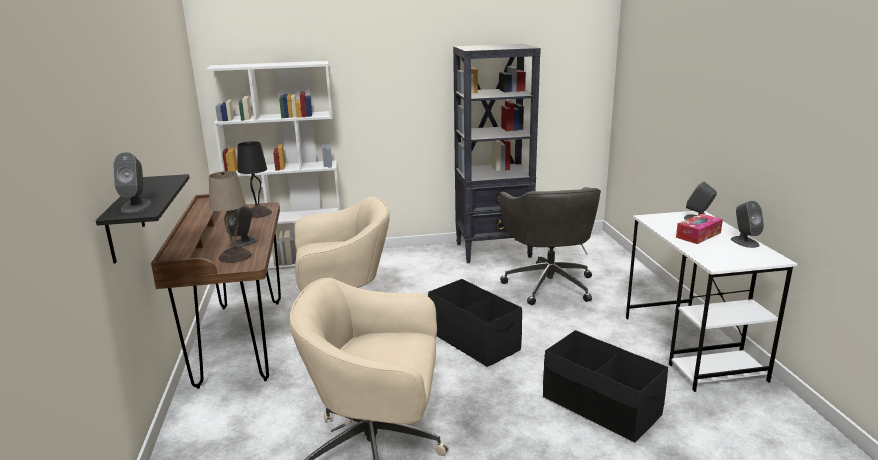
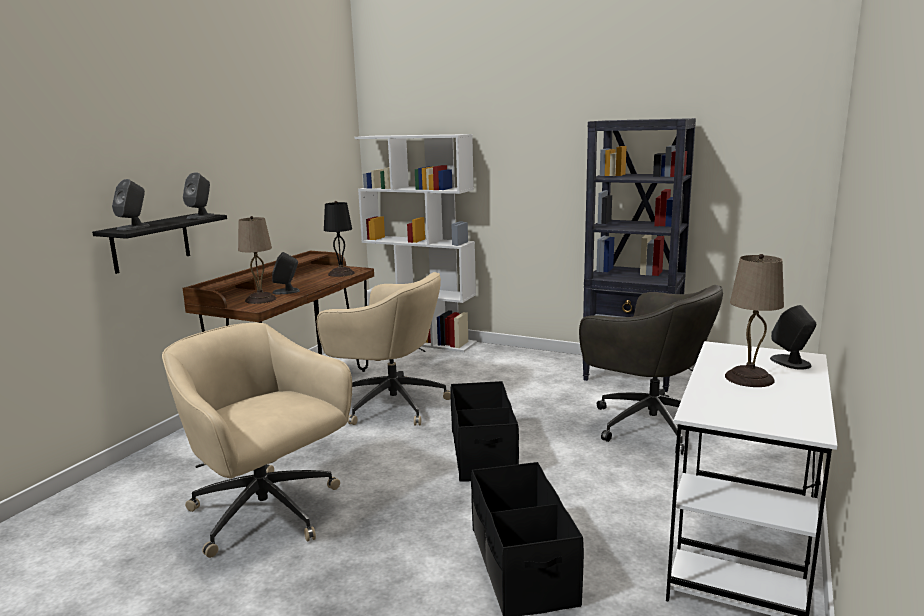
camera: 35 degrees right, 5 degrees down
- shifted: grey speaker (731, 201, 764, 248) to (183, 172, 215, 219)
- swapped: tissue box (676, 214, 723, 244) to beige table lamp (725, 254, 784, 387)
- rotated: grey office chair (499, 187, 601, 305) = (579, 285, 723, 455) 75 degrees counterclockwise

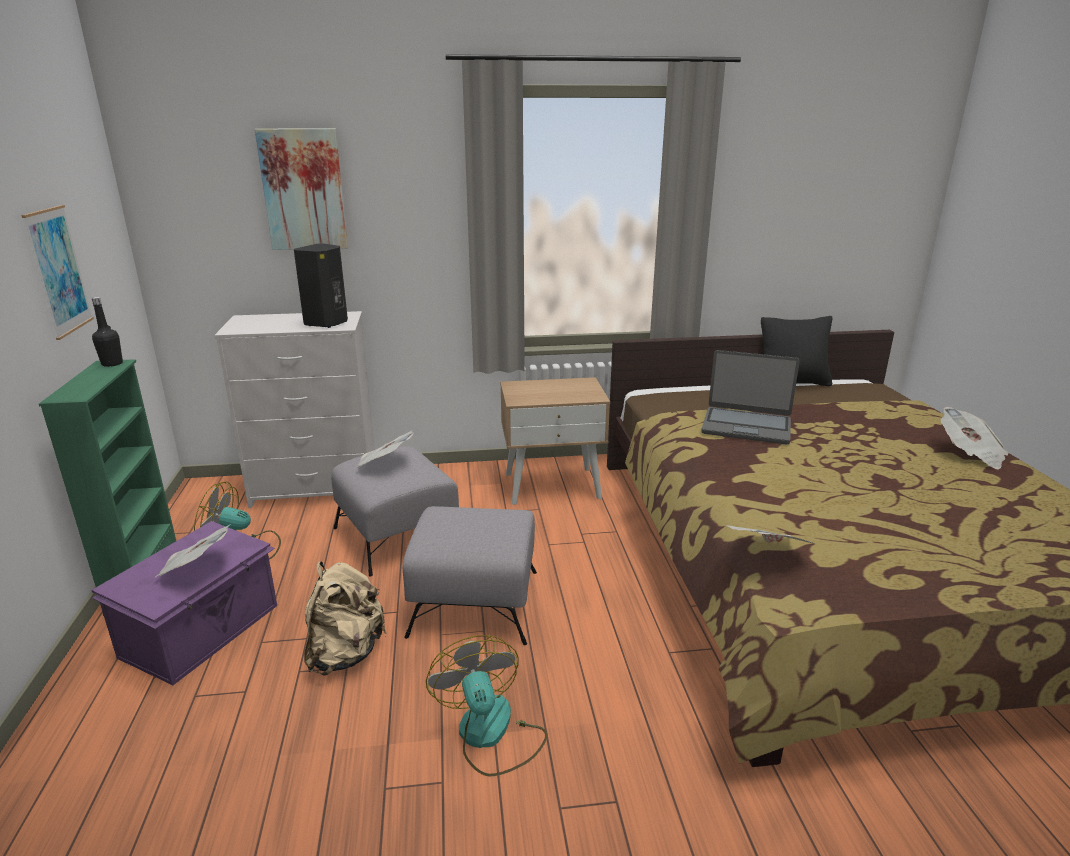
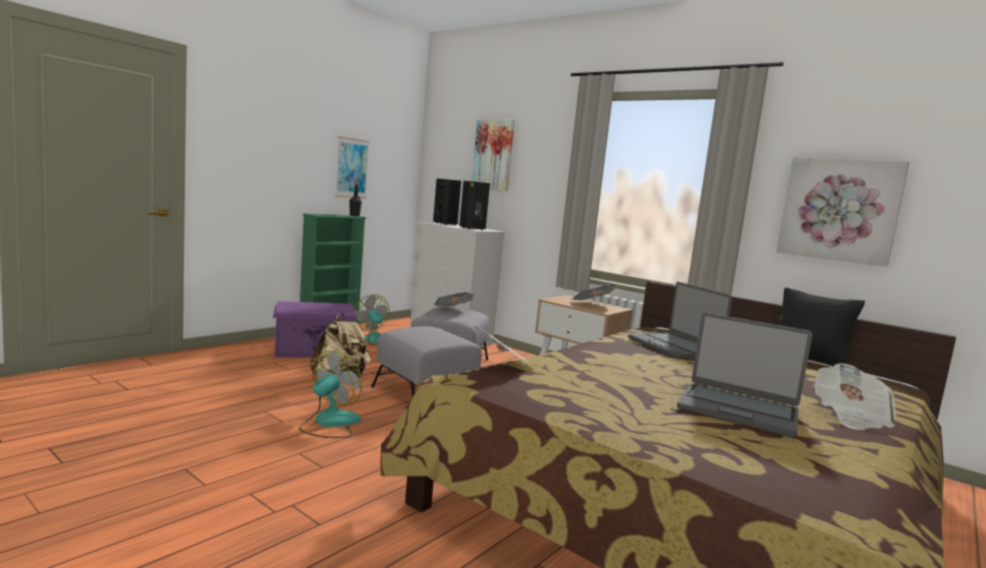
camera: 45 degrees right, 15 degrees down
- new: black speaker (433, 179, 461, 225)
- new: laptop (677, 312, 812, 438)
- new: picture (776, 157, 909, 267)
- shifted: newspaper (154, 524, 231, 578) to (572, 284, 617, 300)

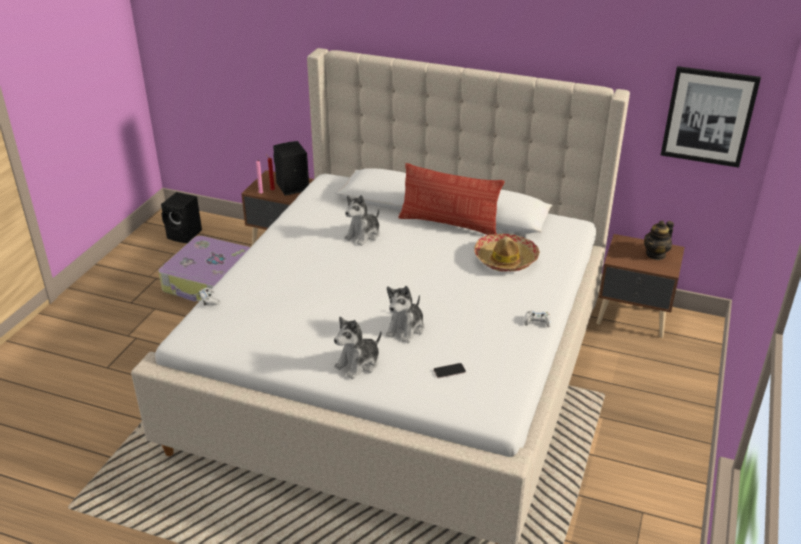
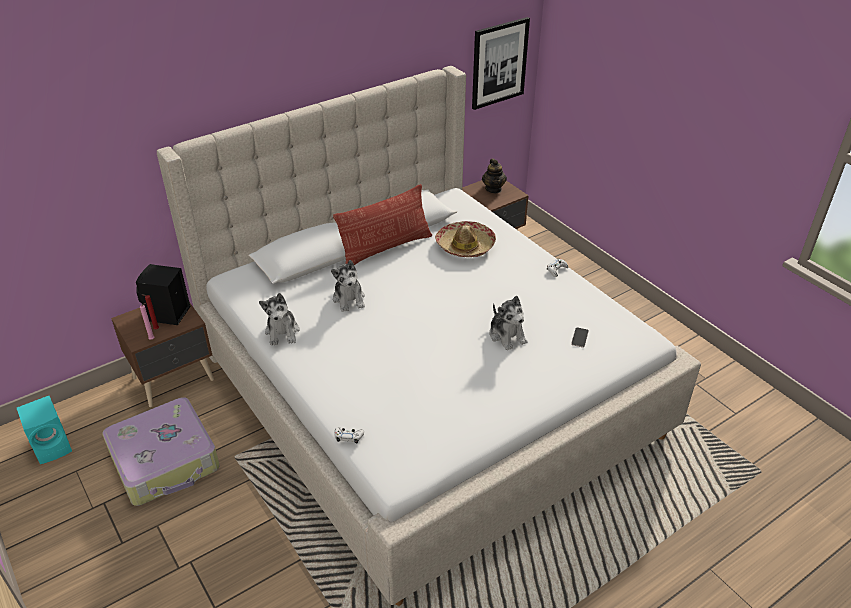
camera: 55 degrees left, 5 degrees up
- shifted: plush toy (334, 317, 381, 379) to (259, 293, 300, 346)
- repainted: black speaker (161, 192, 202, 243) to turquoise speaker (17, 396, 72, 464)

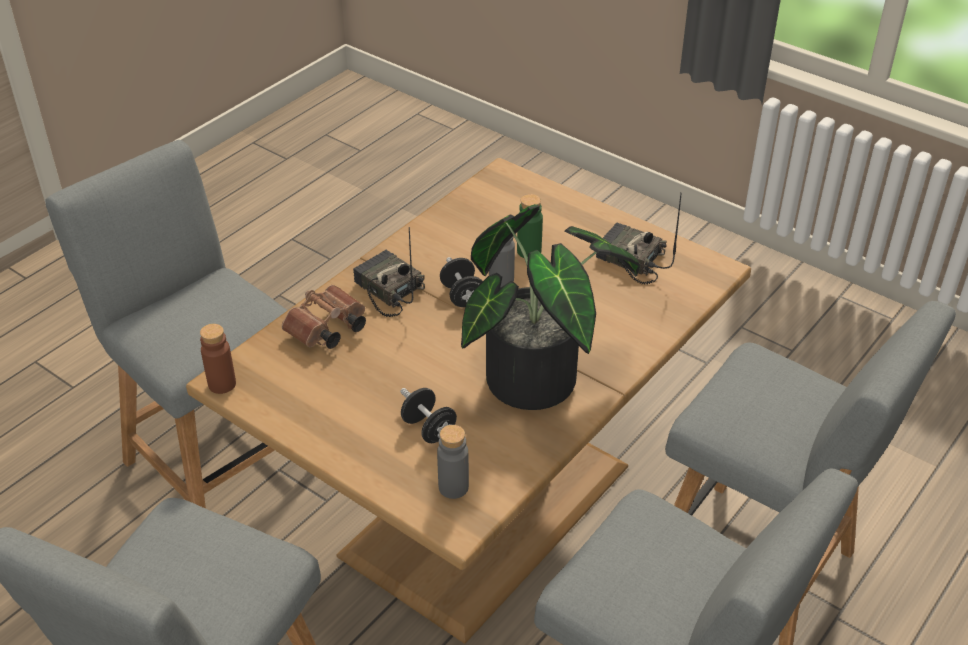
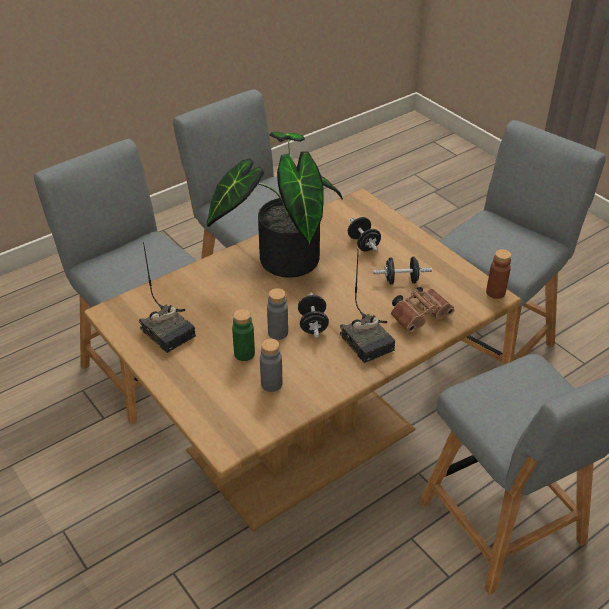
camera: 165 degrees left, 0 degrees up
- new: black dumbbell (373, 257, 432, 285)
- shifted: grey bottle (437, 425, 469, 499) to (260, 339, 282, 392)

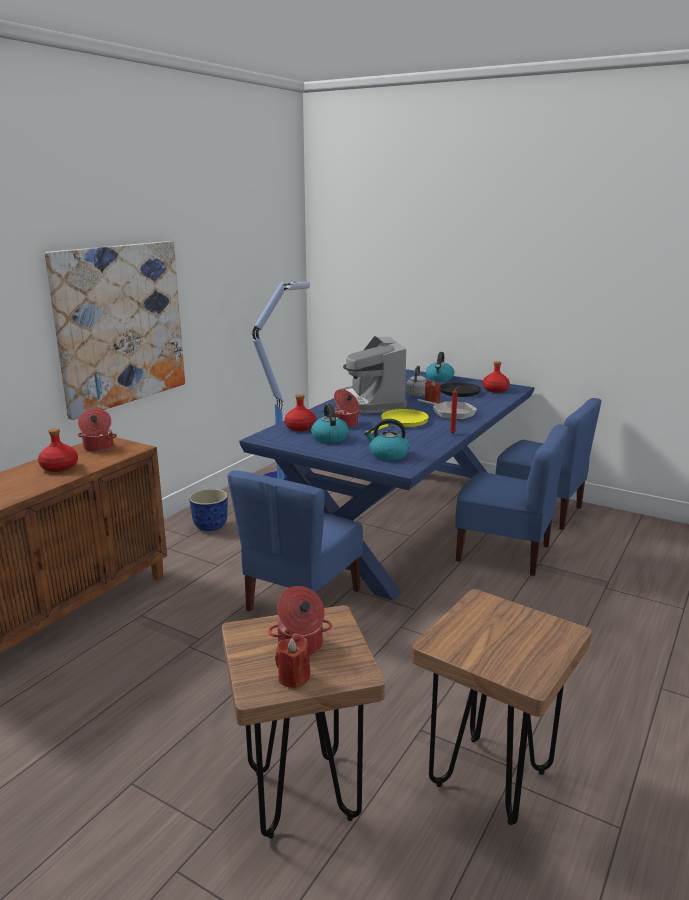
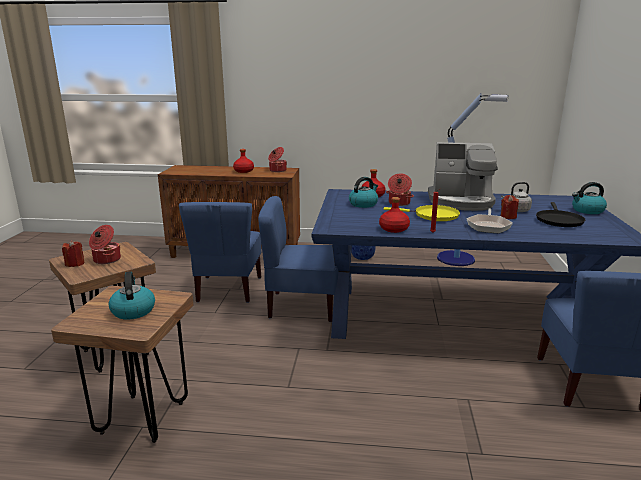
camera: 65 degrees right, 0 degrees up
- gone: picture (45, 241, 185, 420)
- shifted: kettle (364, 419, 409, 461) to (109, 271, 155, 320)
- shifted: blue chair (456, 424, 569, 576) to (179, 202, 261, 303)
- shifted: red bottle (482, 361, 510, 393) to (379, 197, 410, 233)
- rotated: coffee machine (335, 336, 407, 414) = (428, 142, 498, 211) 135 degrees counterclockwise

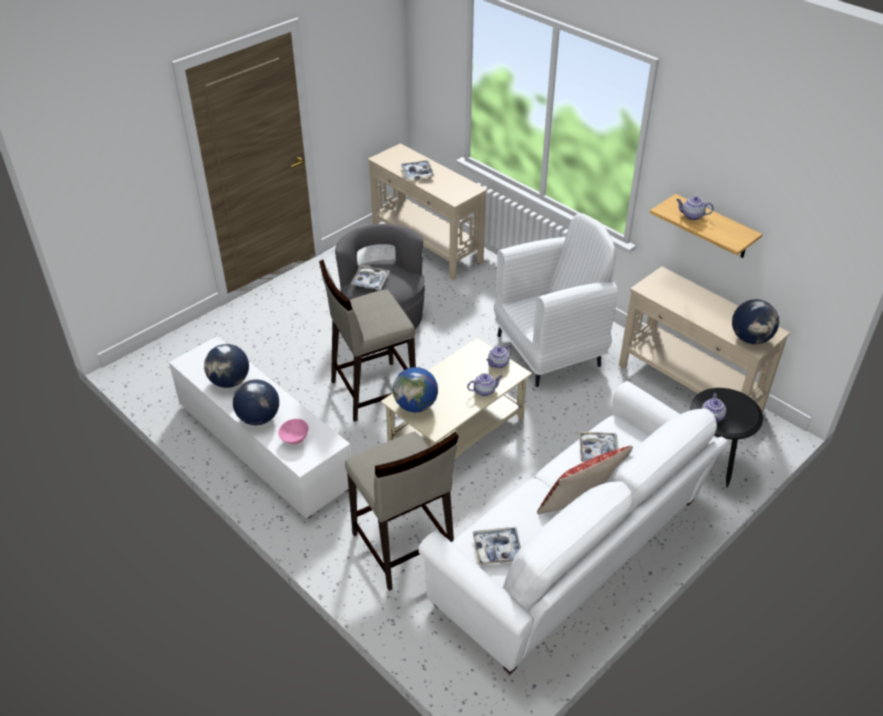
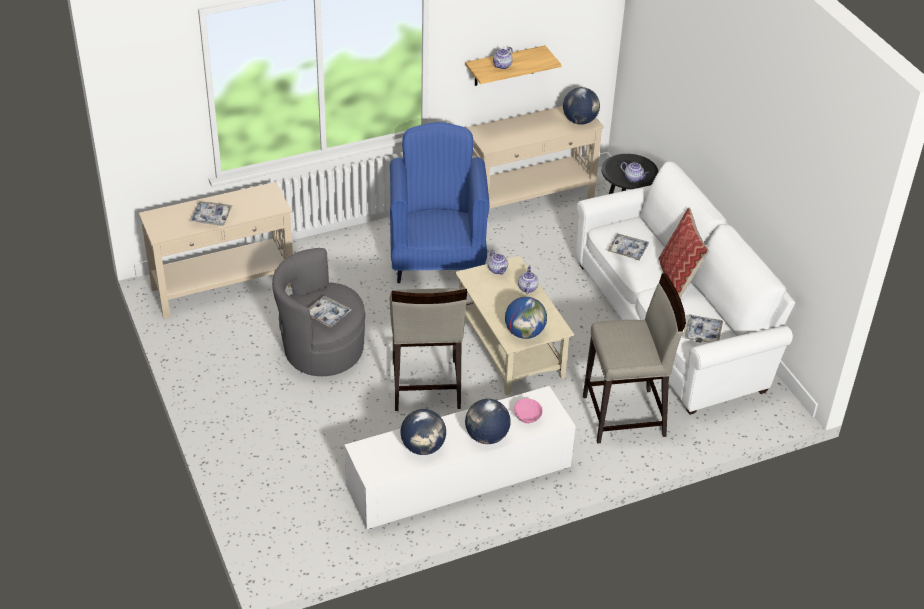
camera: 70 degrees left, 0 degrees up
- repainted: white armchair (494, 213, 618, 387) to blue armchair (390, 122, 490, 283)

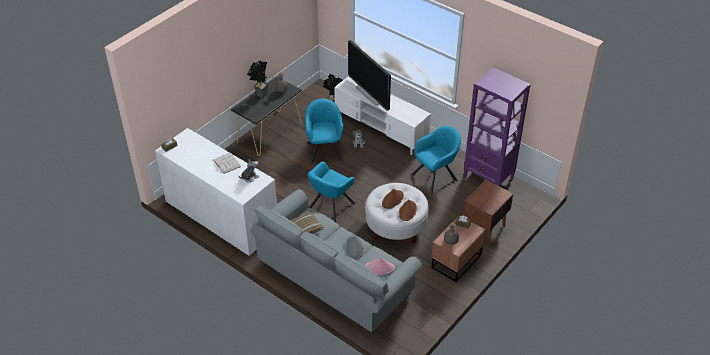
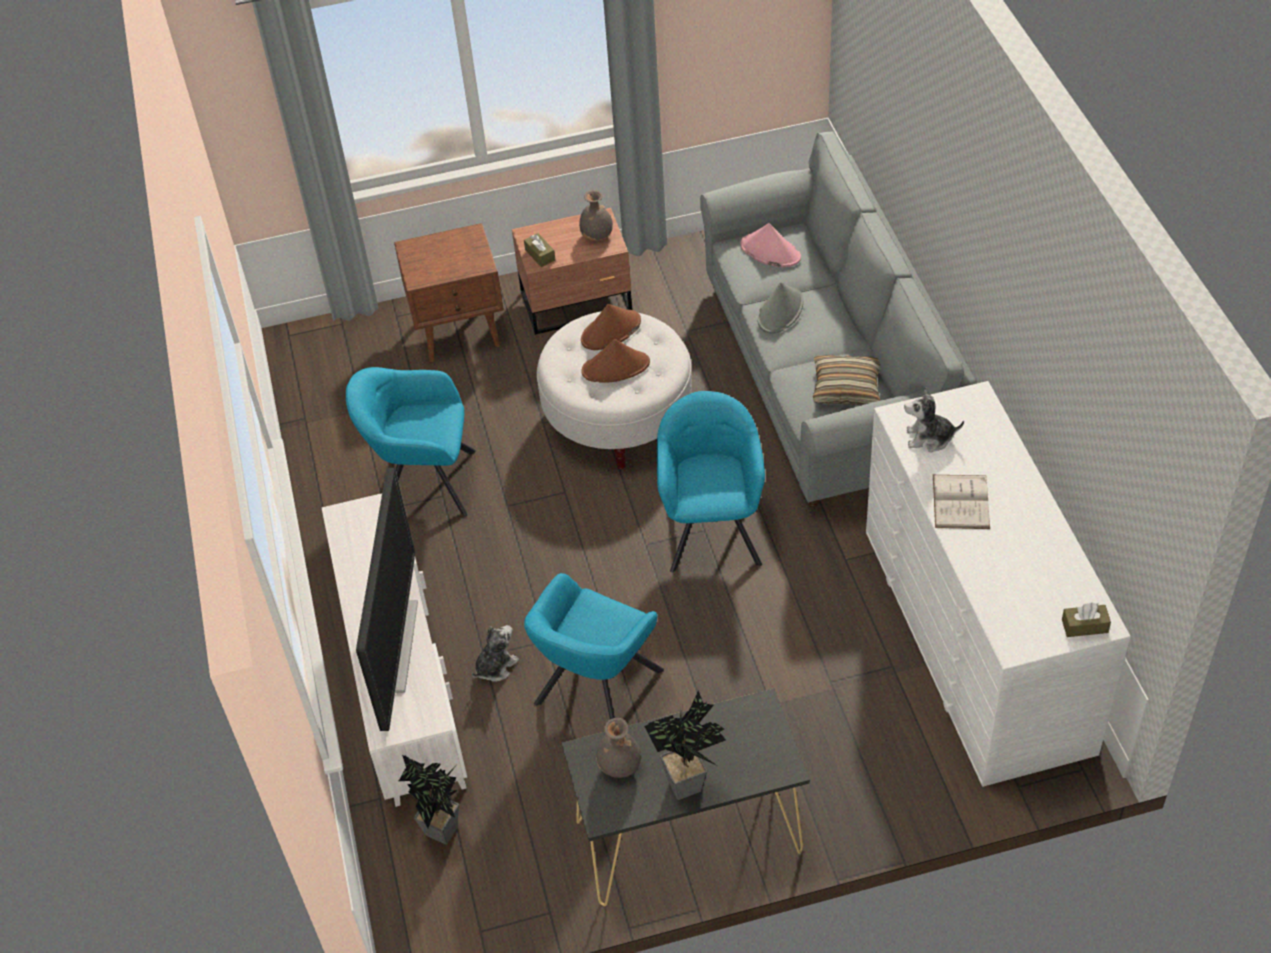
camera: 140 degrees left, 5 degrees up
- gone: purple bookcase (464, 67, 531, 187)
- rotated: turquoise armchair (308, 161, 356, 222) = (657, 391, 765, 573) 75 degrees counterclockwise

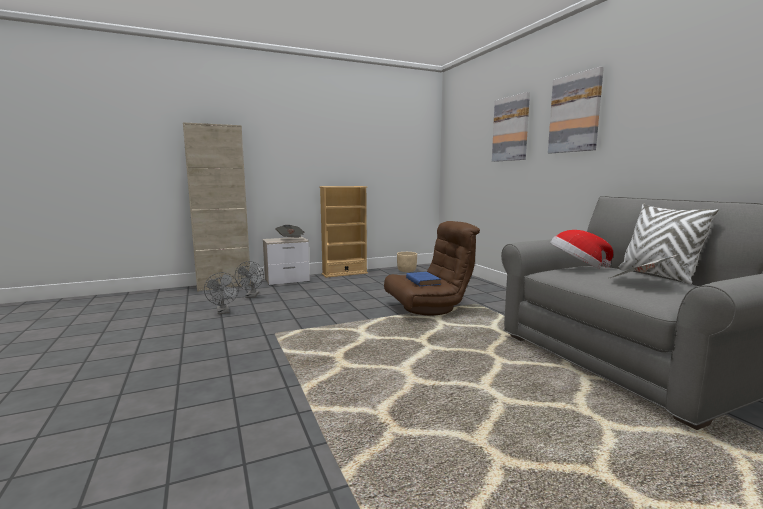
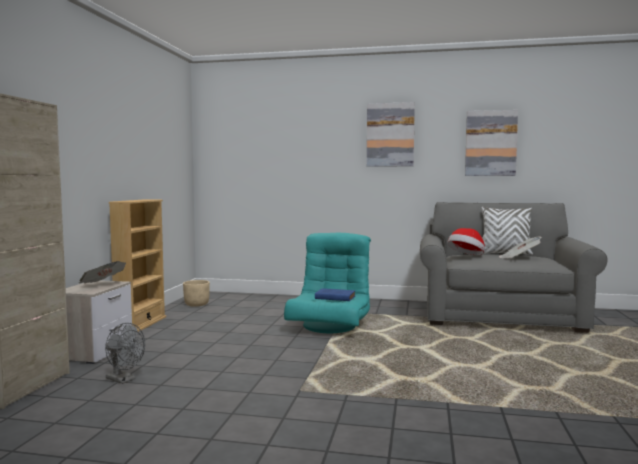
camera: 55 degrees left, 5 degrees down
- gone: grey fan (204, 272, 239, 314)
- shifted: picture (492, 92, 530, 162) to (465, 110, 518, 176)
- repainted: brown armchair (384, 221, 480, 315) to turquoise armchair (284, 233, 371, 333)

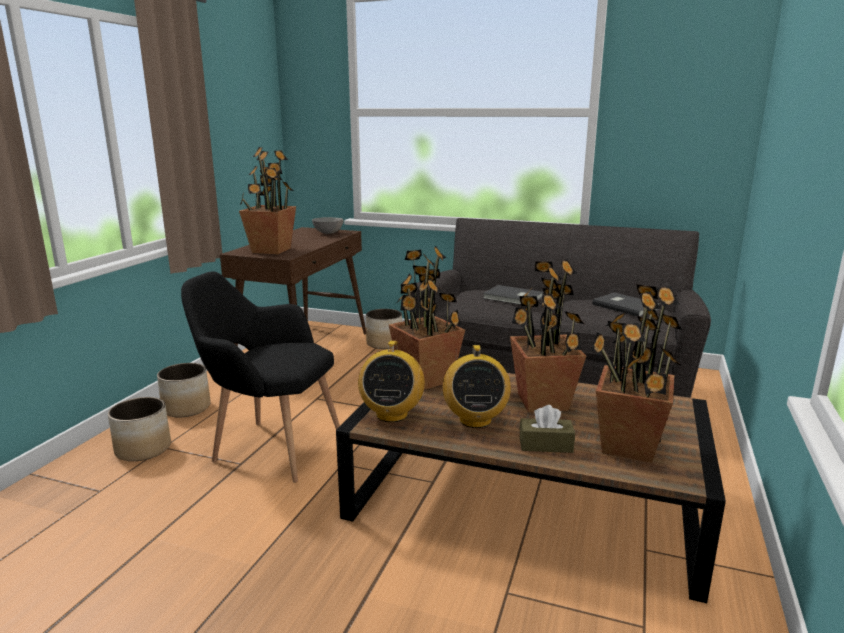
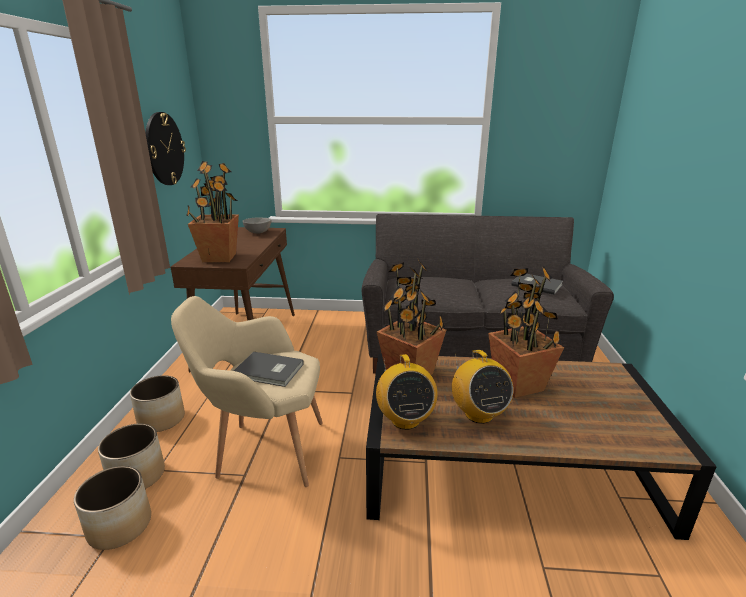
camera: 15 degrees left, 5 degrees up
- gone: brown tissue box (520, 405, 575, 453)
- gone: potted plant (590, 284, 682, 463)
- new: wall clock (145, 112, 186, 185)
- shifted: planter (366, 309, 402, 349) to (74, 466, 151, 550)
- shifted: grey book (483, 285, 543, 305) to (234, 352, 304, 387)
- repainted: black armchair (181, 271, 340, 483) to beige armchair (171, 296, 323, 487)

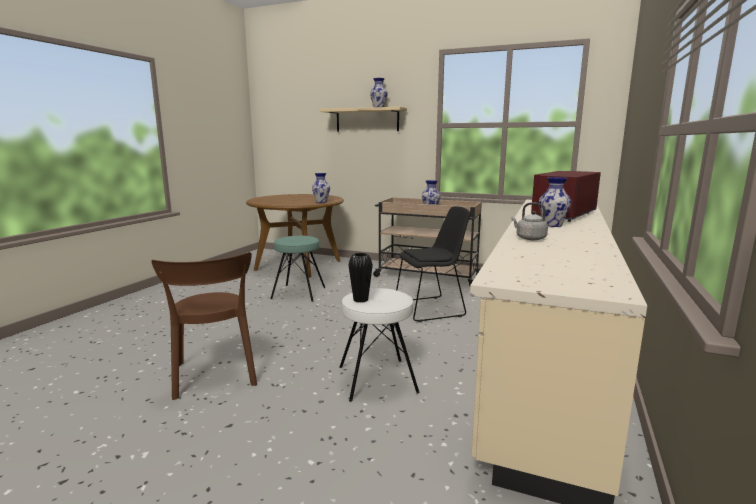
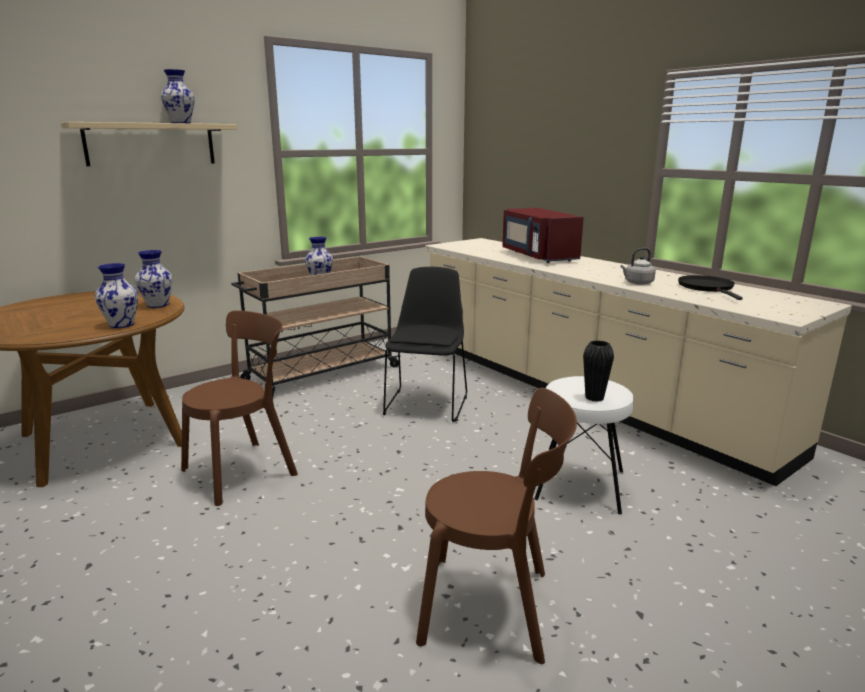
camera: 60 degrees left, 5 degrees up
- new: black frying pan (678, 275, 743, 300)
- shifted: vase (539, 177, 571, 227) to (95, 263, 138, 328)
- swapped: turquoise stool (270, 236, 326, 302) to brown chair (181, 310, 298, 506)

